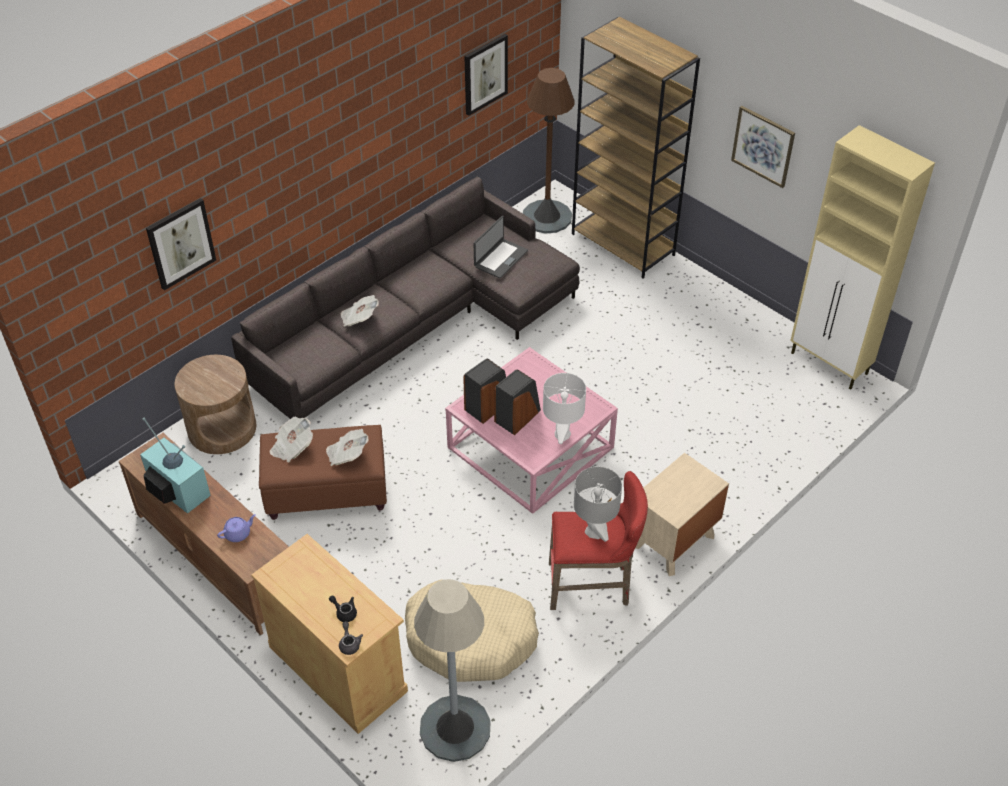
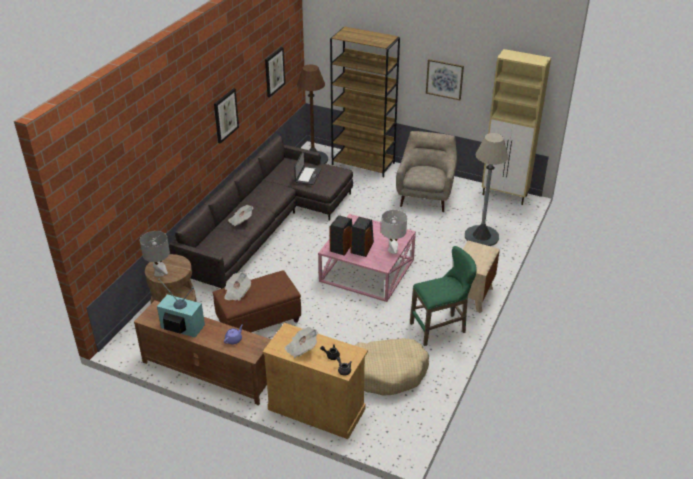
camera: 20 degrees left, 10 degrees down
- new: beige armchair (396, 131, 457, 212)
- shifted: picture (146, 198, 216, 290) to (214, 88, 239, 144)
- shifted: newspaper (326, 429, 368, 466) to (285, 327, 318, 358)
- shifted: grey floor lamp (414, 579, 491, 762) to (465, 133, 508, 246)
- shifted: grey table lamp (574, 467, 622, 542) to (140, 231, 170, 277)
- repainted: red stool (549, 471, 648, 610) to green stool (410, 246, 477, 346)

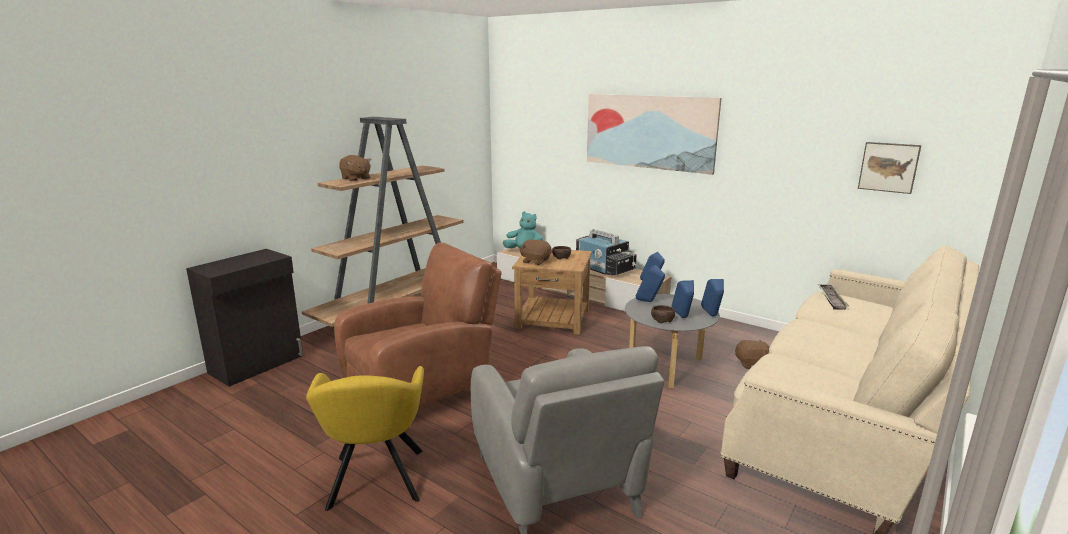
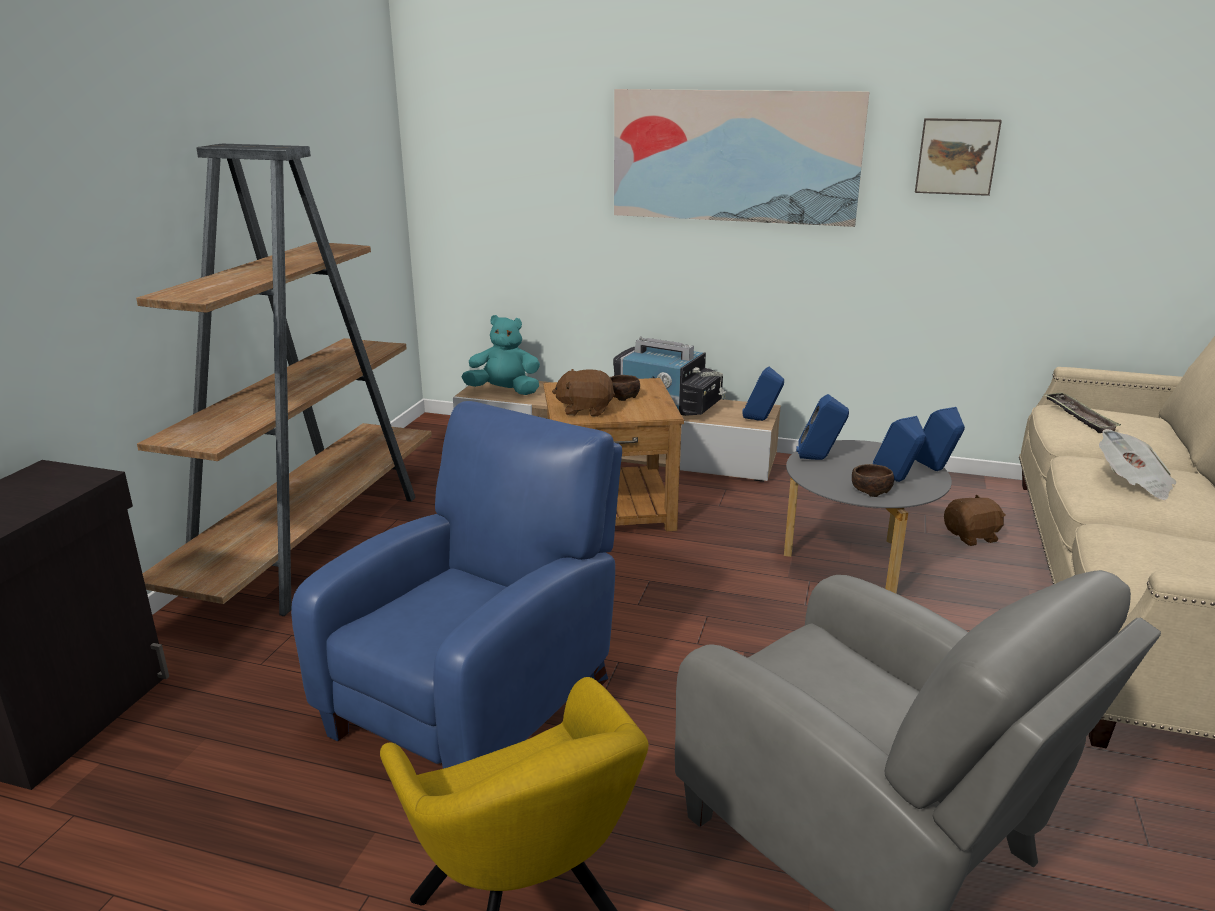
camera: 20 degrees left, 5 degrees up
- gone: brown plush toy (339, 155, 371, 181)
- new: newspaper (1099, 429, 1177, 500)
- shifted: picture (858, 142, 921, 194) to (915, 118, 1002, 196)
- repainted: brown armchair (334, 243, 502, 406) to blue armchair (291, 401, 622, 769)

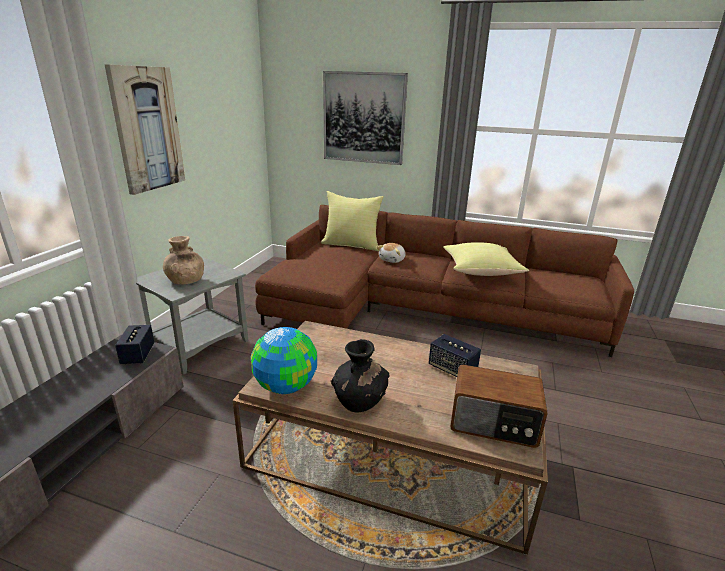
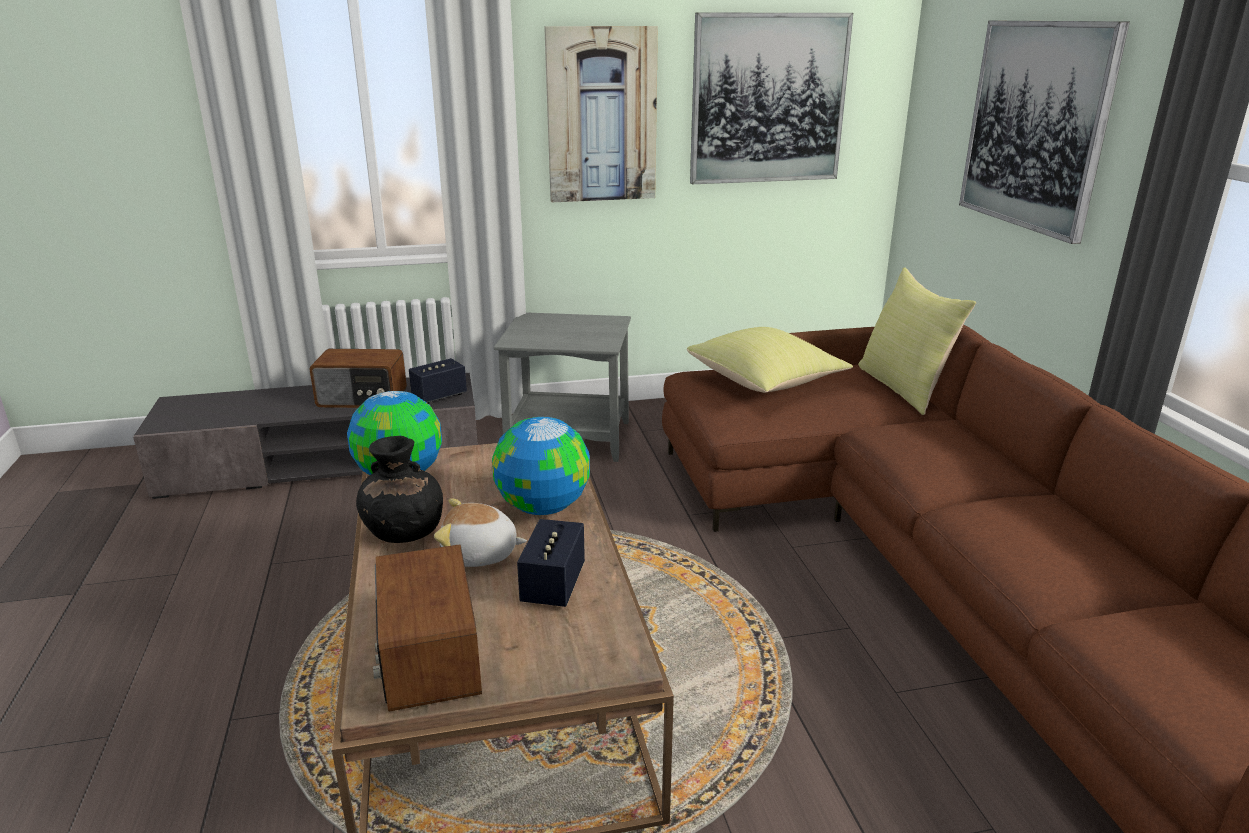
camera: 60 degrees right, 0 degrees up
- gone: brown vase (163, 236, 204, 285)
- new: radio (310, 349, 407, 408)
- new: globe (492, 417, 590, 515)
- new: picture (690, 13, 853, 184)
- shifted: plush toy (377, 243, 406, 263) to (434, 499, 527, 567)
- shifted: yellow pillow (443, 242, 529, 276) to (687, 327, 853, 393)

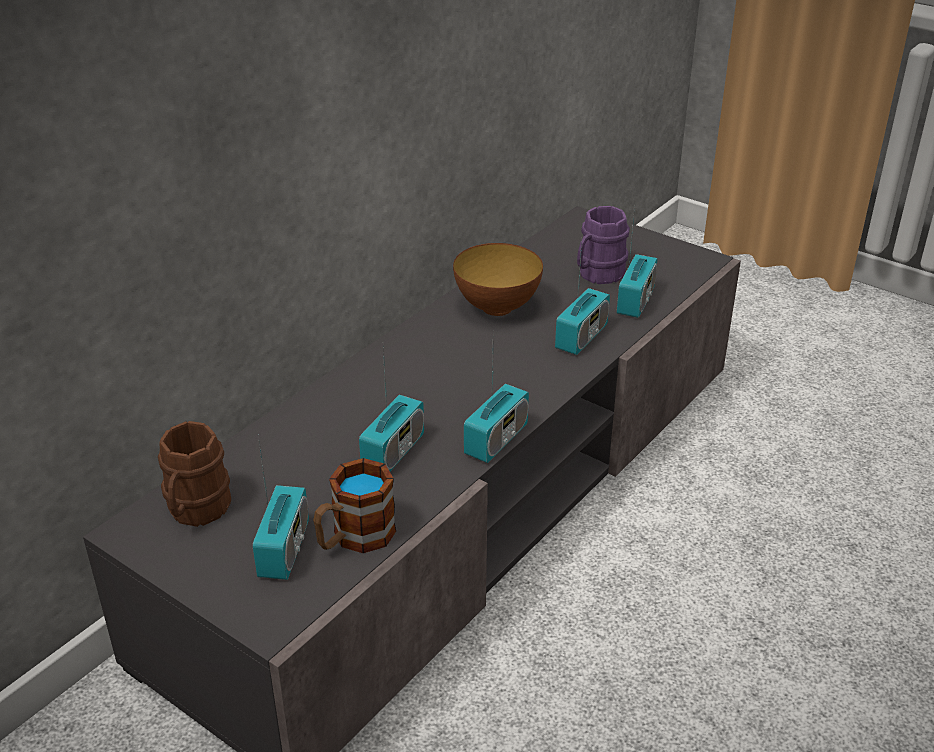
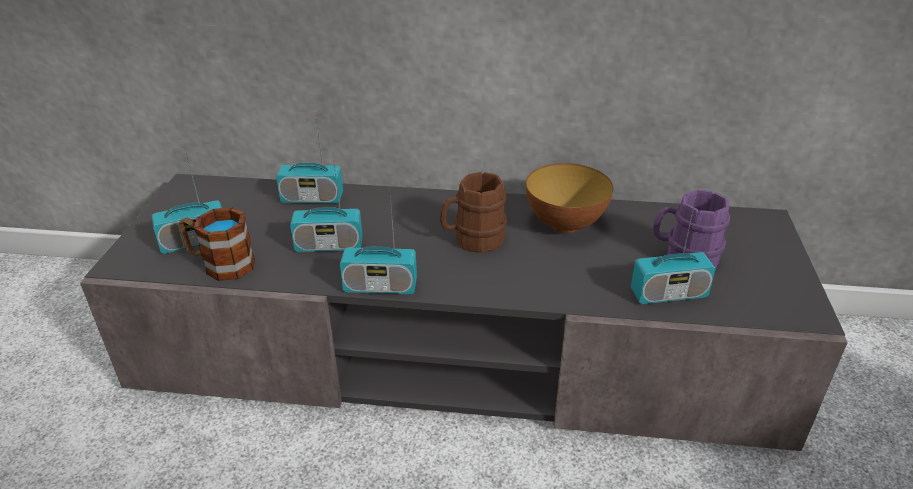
camera: 60 degrees right, 0 degrees up
- shifted: brown mug (158, 421, 231, 527) to (440, 172, 507, 253)
- shifted: radio (555, 242, 610, 355) to (276, 117, 343, 203)

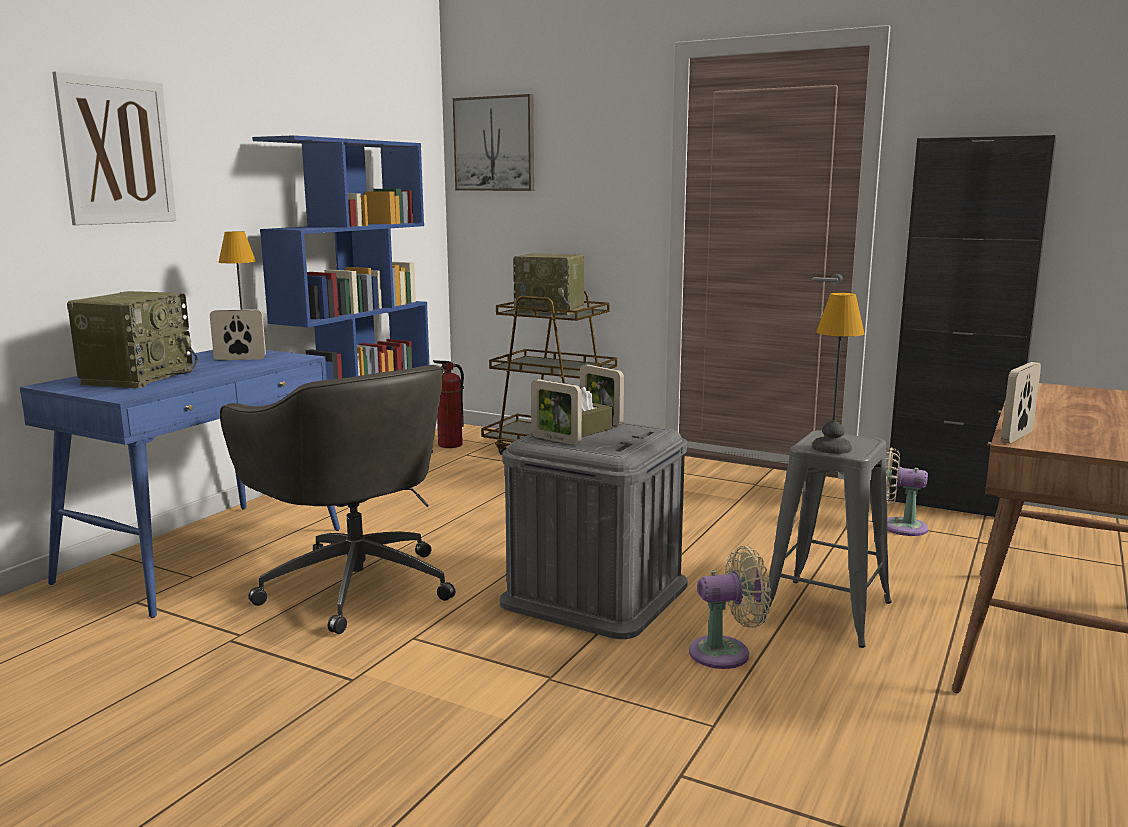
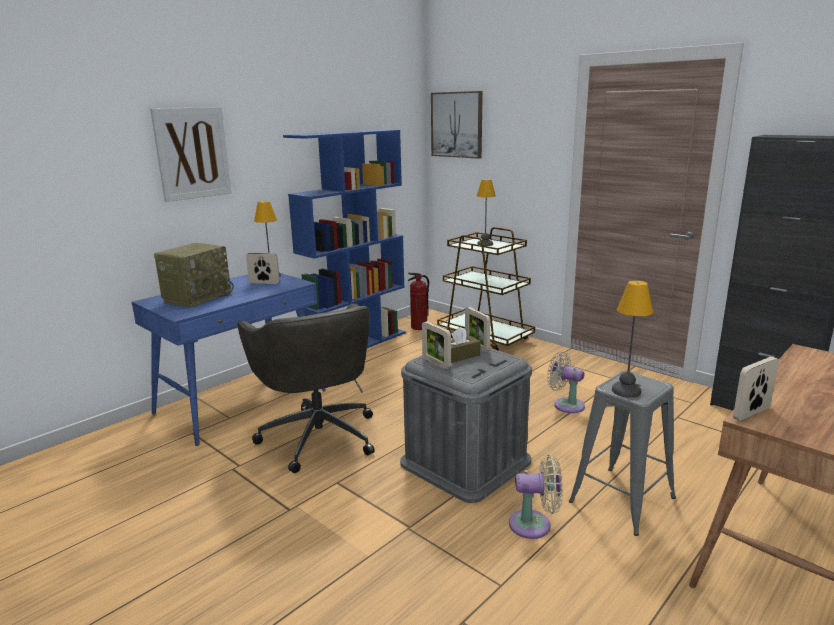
camera: 15 degrees right, 5 degrees up
- shifted: beige fan (886, 447, 928, 536) to (547, 351, 585, 413)
- swapped: radio (513, 253, 585, 315) to table lamp (477, 179, 496, 246)

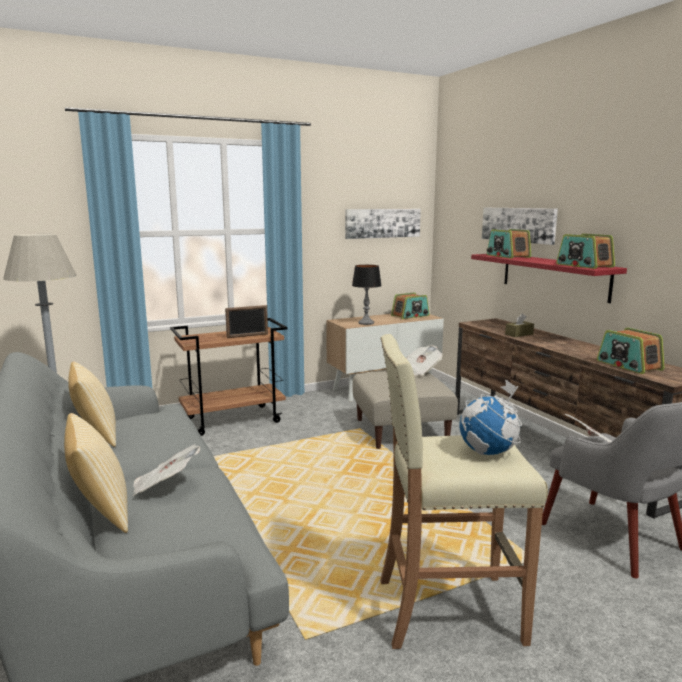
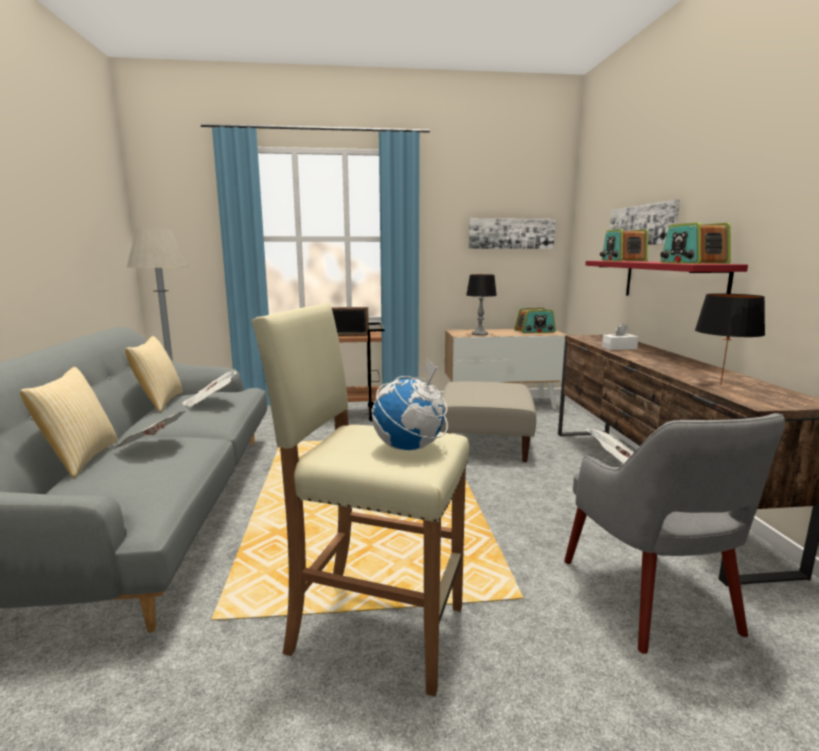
camera: 20 degrees right, 0 degrees up
- shifted: newspaper (406, 345, 442, 376) to (182, 371, 237, 407)
- swapped: radio (597, 328, 665, 374) to black table lamp (695, 294, 765, 385)
- repainted: brown tissue box (505, 313, 534, 337) to white tissue box (602, 323, 639, 350)

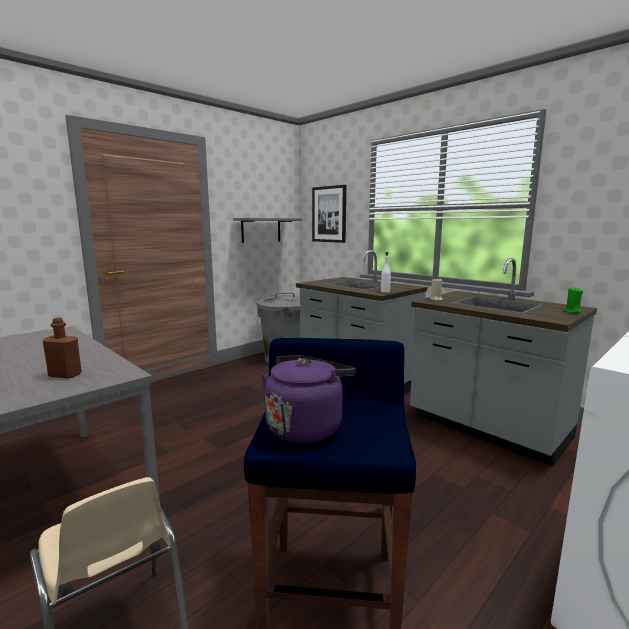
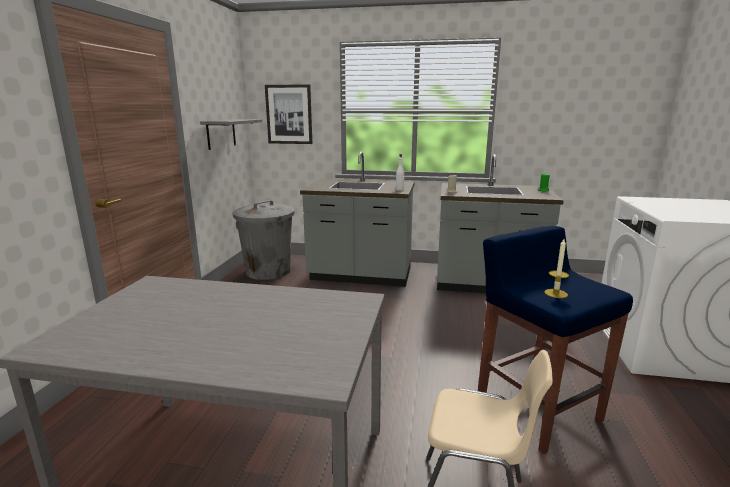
camera: 35 degrees left, 5 degrees up
- gone: brown bottle (43, 318, 82, 379)
- swapped: purple kettle (261, 355, 356, 443) to candle (544, 239, 569, 298)

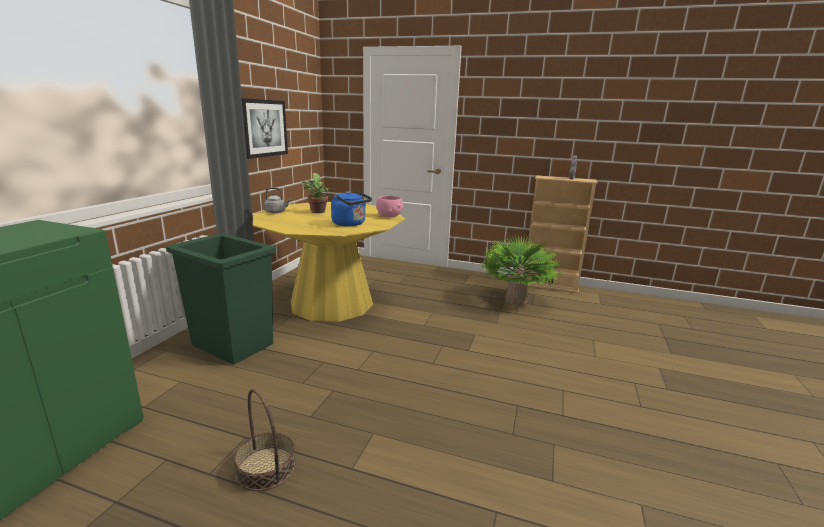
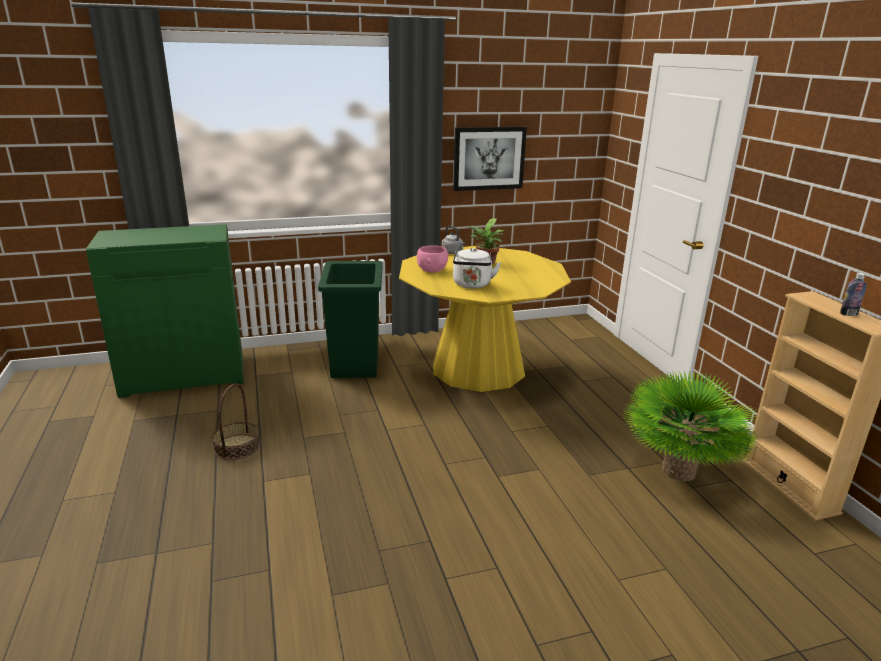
camera: 55 degrees right, 5 degrees up
- shifted: pink bowl (376, 196, 404, 217) to (417, 245, 448, 273)
- repainted: blue kettle (331, 191, 372, 226) to white kettle (453, 248, 501, 289)

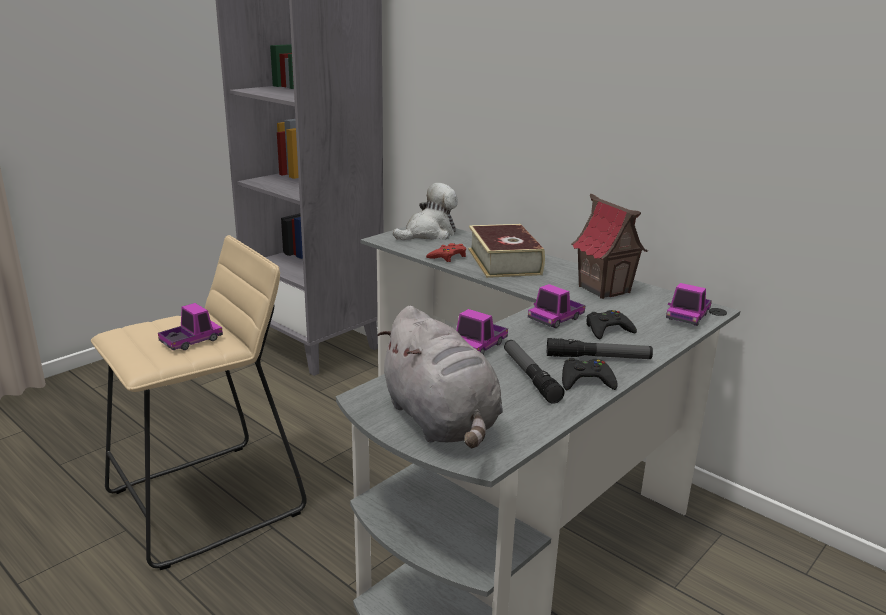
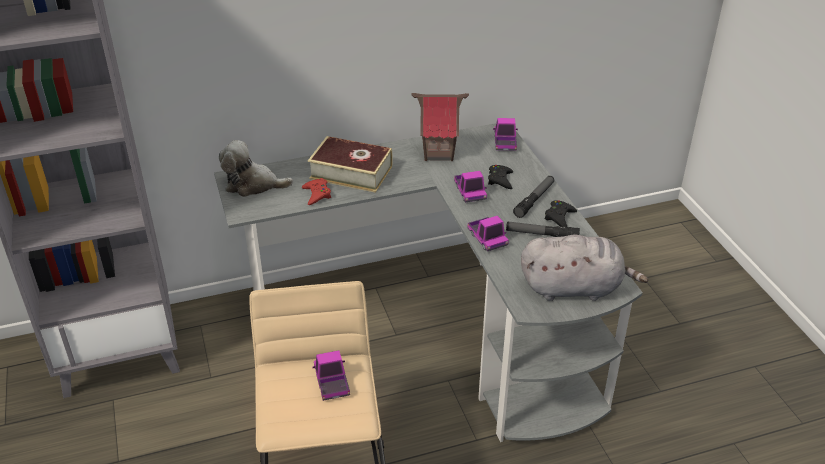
camera: 60 degrees left, 15 degrees up
- rotated: plush toy (393, 183, 458, 240) = (219, 140, 293, 197) 75 degrees counterclockwise
- rotated: toy truck (666, 283, 712, 326) = (493, 118, 518, 151) 150 degrees counterclockwise

